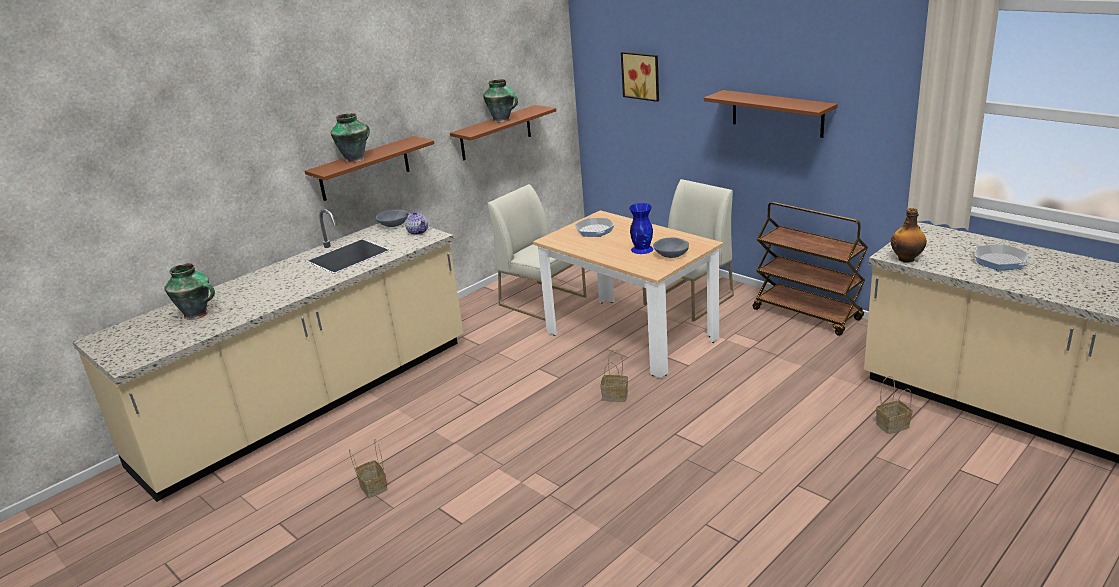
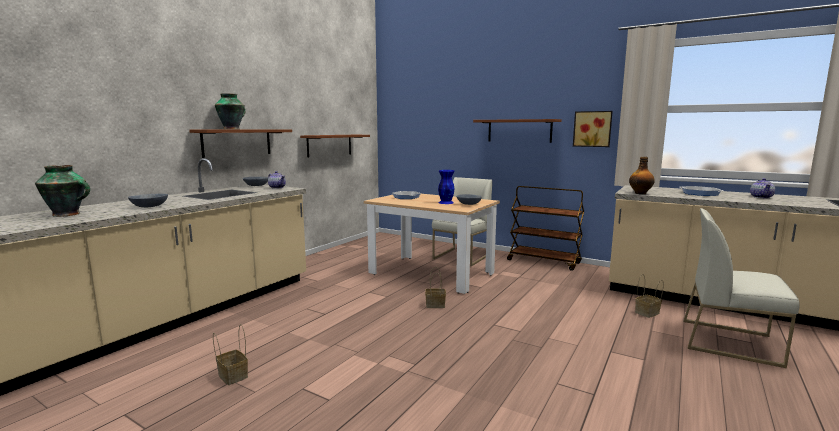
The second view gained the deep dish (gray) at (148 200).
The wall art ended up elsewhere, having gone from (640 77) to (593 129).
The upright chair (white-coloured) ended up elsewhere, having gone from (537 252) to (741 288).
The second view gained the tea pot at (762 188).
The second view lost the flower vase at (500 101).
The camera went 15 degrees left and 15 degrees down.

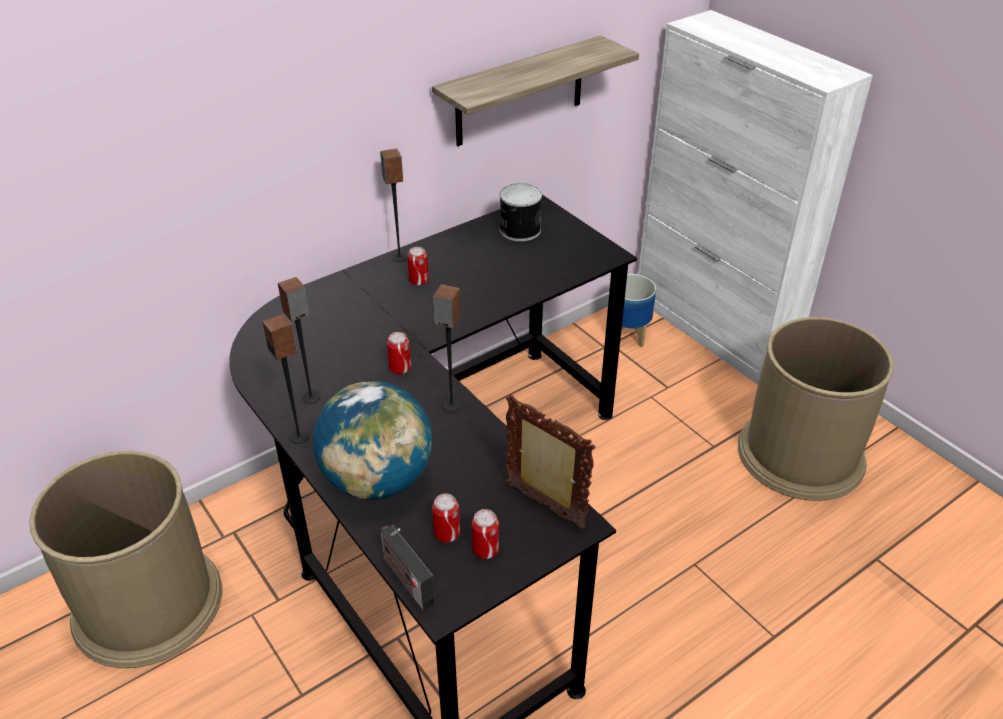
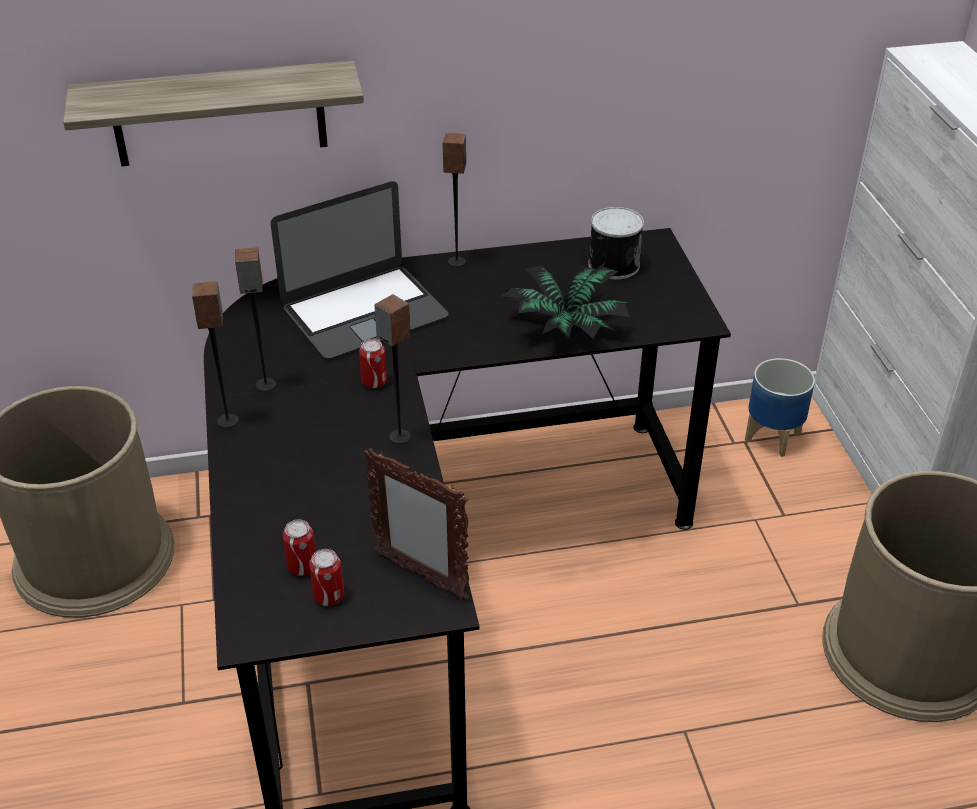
The wall shelf ended up elsewhere, having gone from (535 91) to (213 113).
The second view gained the portable computer at (360 270).
The standing frame at (551 461) ended up facing another way, 150 degrees clockwise from before.
The second view gained the houseplant at (567 300).
The second view lost the globe at (372 440).
The second view lost the radio at (408 568).
The second view lost the can at (418 266).
The camera went 25 degrees right and 0 degrees up.

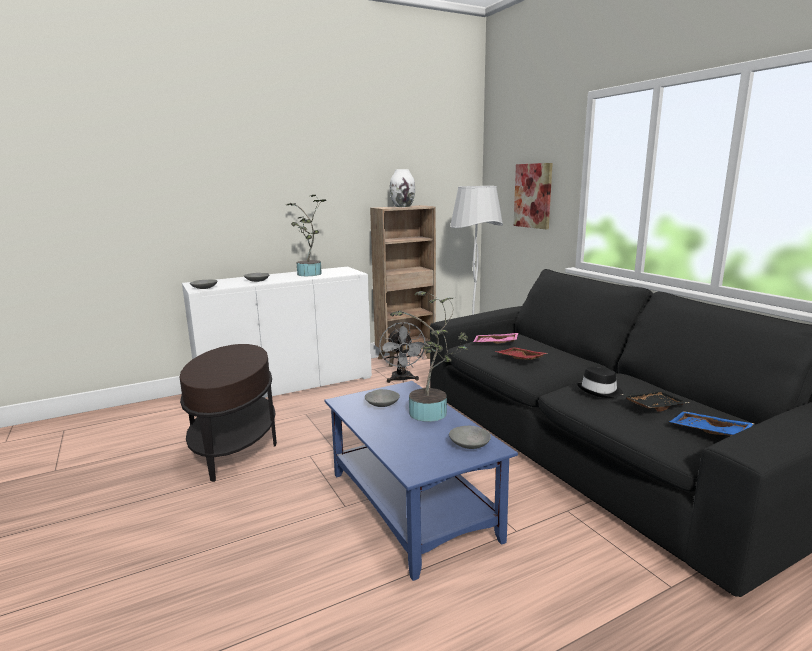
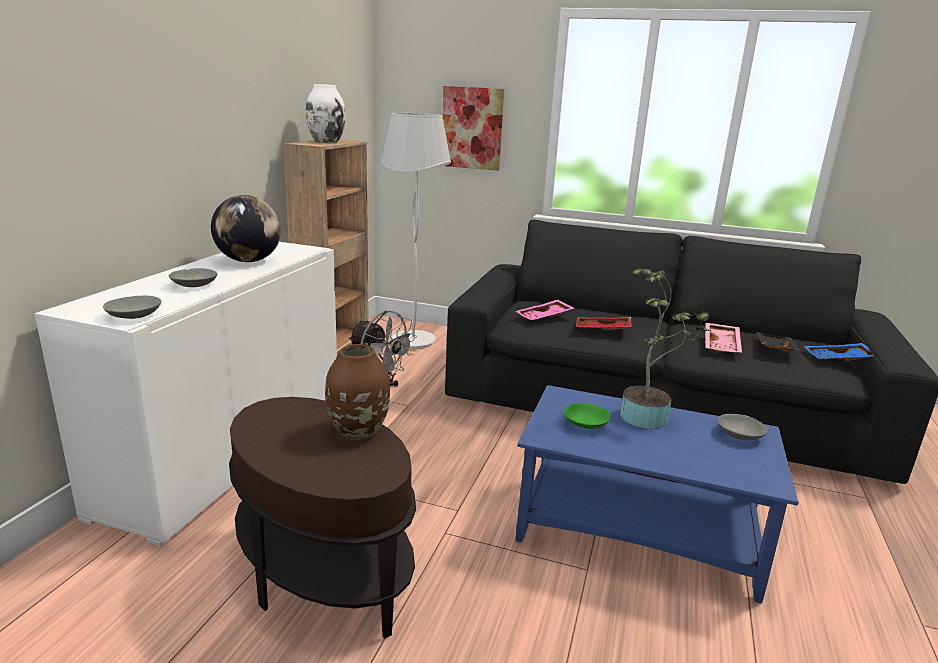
Where the houseplant stood at (305 235), the globe came to stand at (246 228).
The second view gained the flower vase (brownish) at (357 392).
What was the deep dish (gray) at (382 398) turned into the deep dish (greenish) at (587 416).
Where the wearable hat (black) stood at (600 382), the tray (pink) came to stand at (723 338).
The camera went 45 degrees left and 5 degrees up.

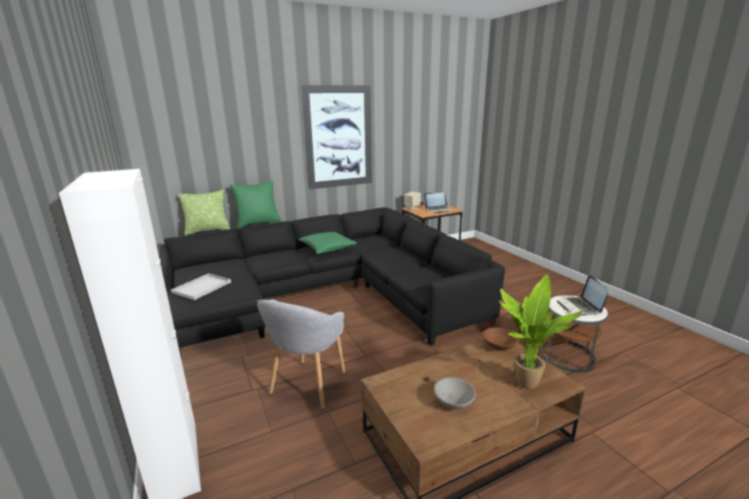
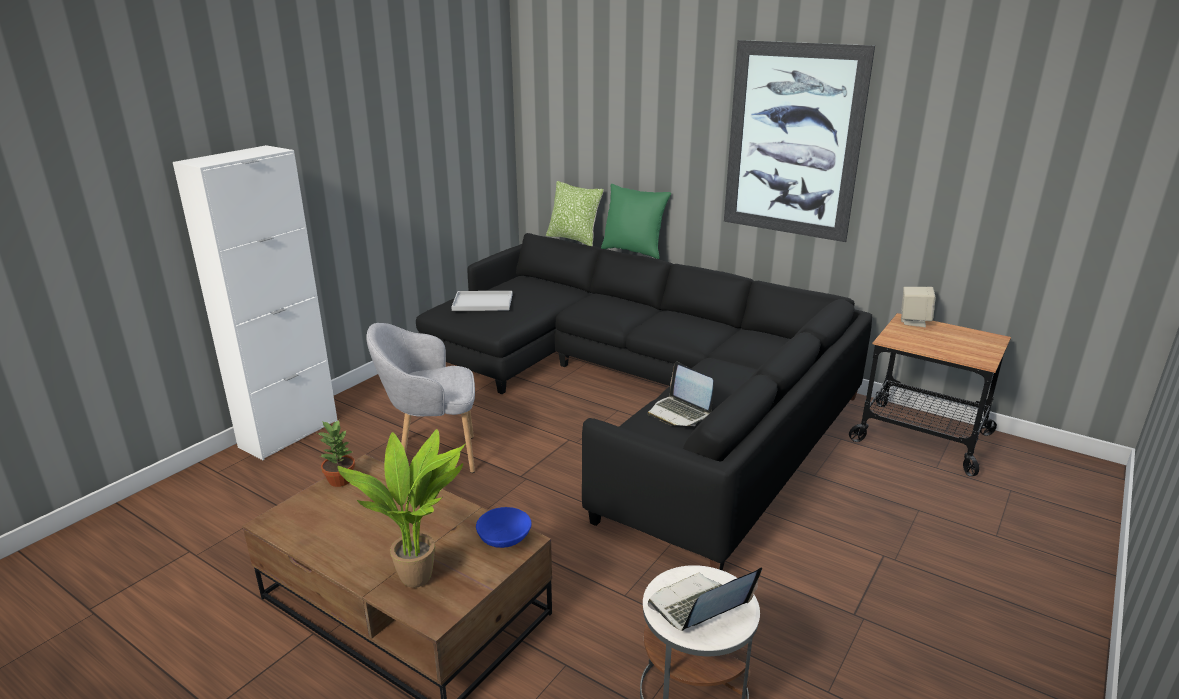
The second view gained the houseplant at (336 453).
What was the deep dish (brownish) at (500 338) turned into the deep dish (bluish) at (504 527).
The portable computer ended up elsewhere, having gone from (438 202) to (681 394).
The second view lost the throw pillow (greenish) at (328 243).
The second view lost the deep dish (gray) at (454 393).
The camera went 60 degrees right and 5 degrees up.

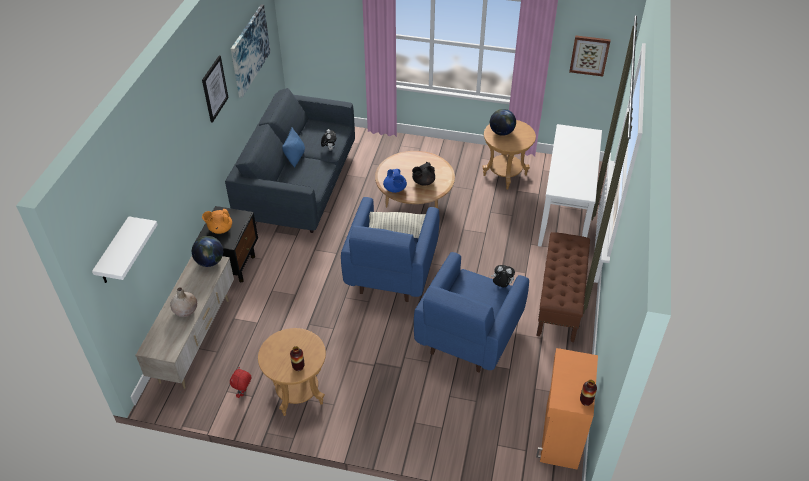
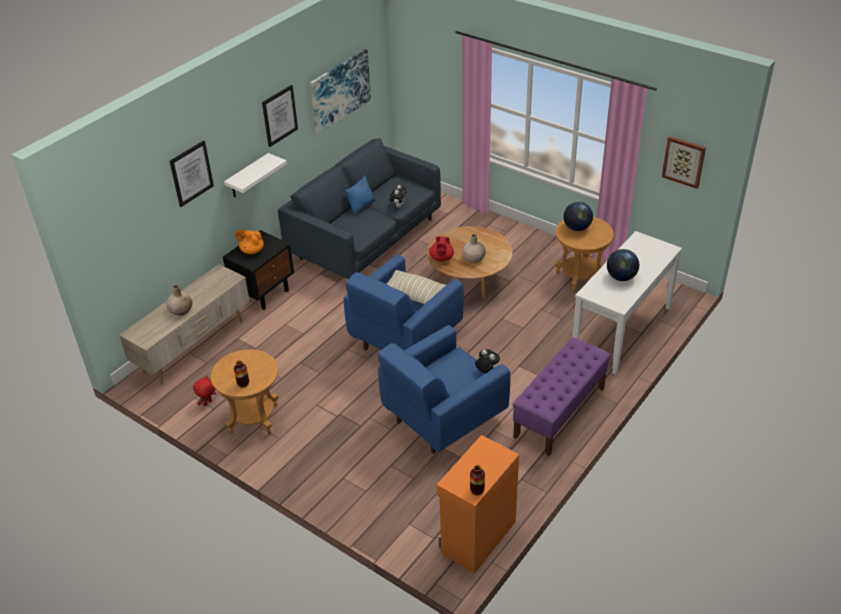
The second view gained the wall art at (191 173).
The wall shelf (white-coloured) ended up elsewhere, having gone from (125 249) to (255 175).
What was the tea pot (bluish) at (395 181) turned into the tea pot (reddish) at (441 248).
Where the tea pot (black) stood at (423 174), the flower vase (beige) came to stand at (474 248).
What was the long seat (brownish) at (563 287) turned into the long seat (purplish) at (562 396).
The globe ended up elsewhere, having gone from (207 251) to (623 265).
The camera went 25 degrees right and 5 degrees down.

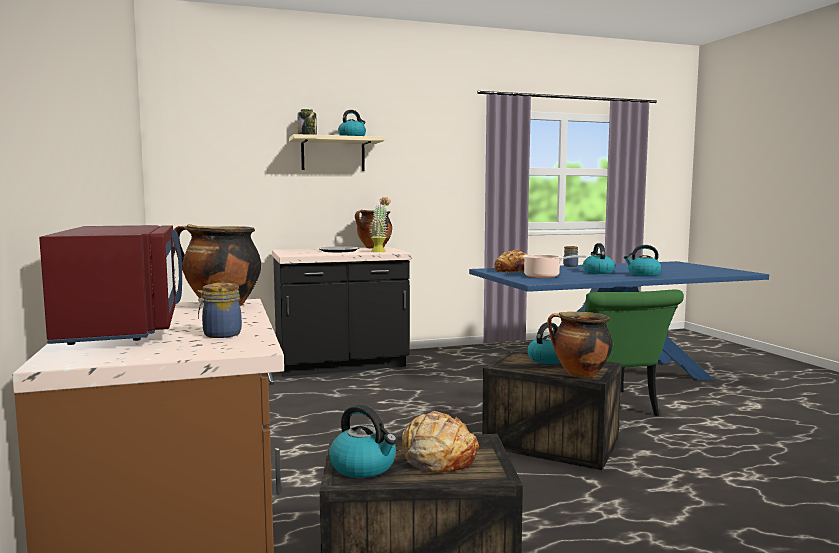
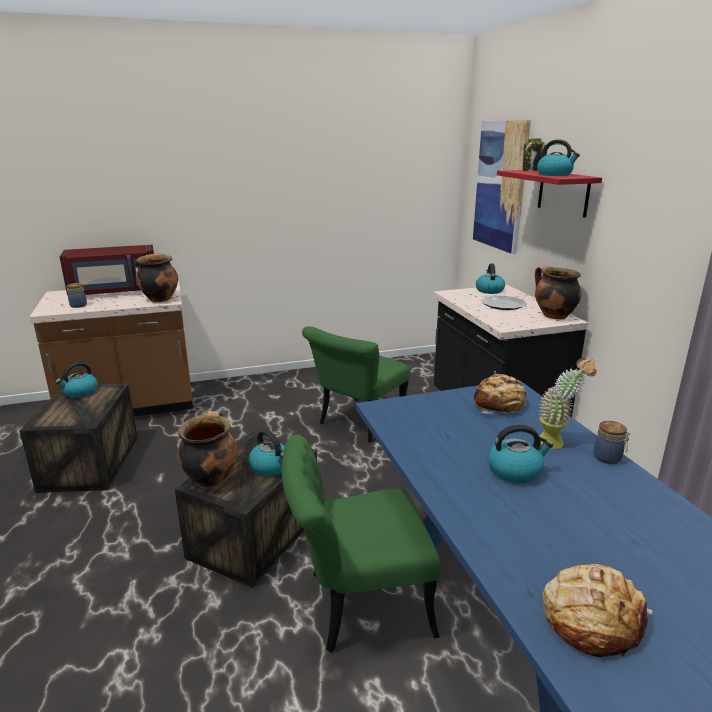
The second view gained the upright chair (greenish) at (356 384).
The second view gained the wall art at (502 187).
The water kettle ended up elsewhere, having gone from (643 261) to (490 279).
What was the wall shelf (beige) at (337 152) turned into the wall shelf (reddish) at (549 194).
The houseplant ended up elsewhere, having gone from (380 224) to (567 403).
The baked bread ended up elsewhere, having gone from (439 442) to (597 610).
The second view lost the stockpot at (555 266).
The camera went 90 degrees right and 15 degrees up.

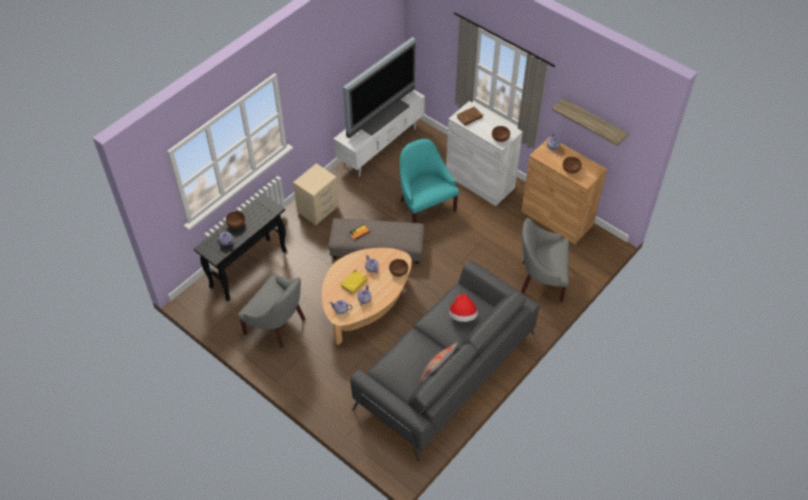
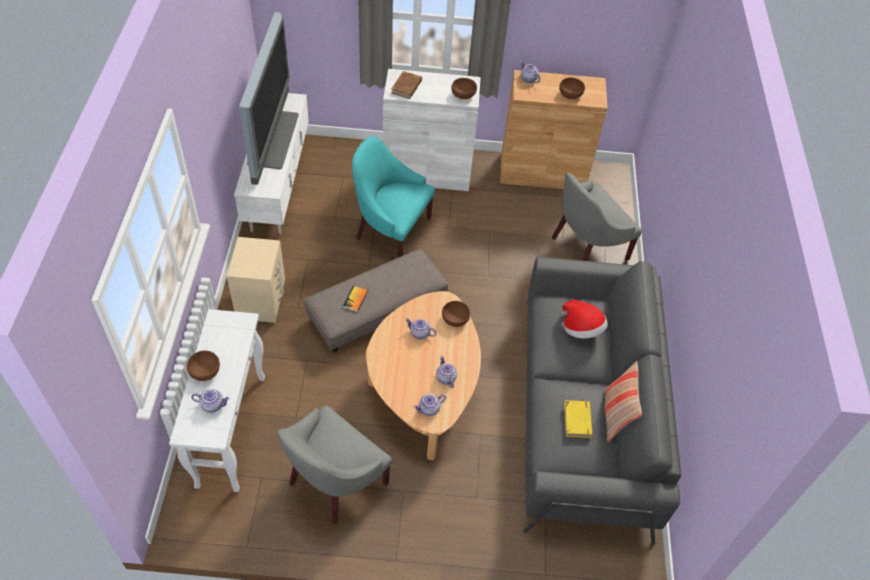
What was the console table (black) at (240 247) turned into the console table (white-coloured) at (217 400).
The lounge chair (gray) at (271 311) ended up facing another way, 135 degrees clockwise from before.
The volume (yellow) ended up elsewhere, having gone from (354 281) to (578 418).
The second view lost the wall shelf at (590 122).
The camera went 40 degrees left and 0 degrees up.

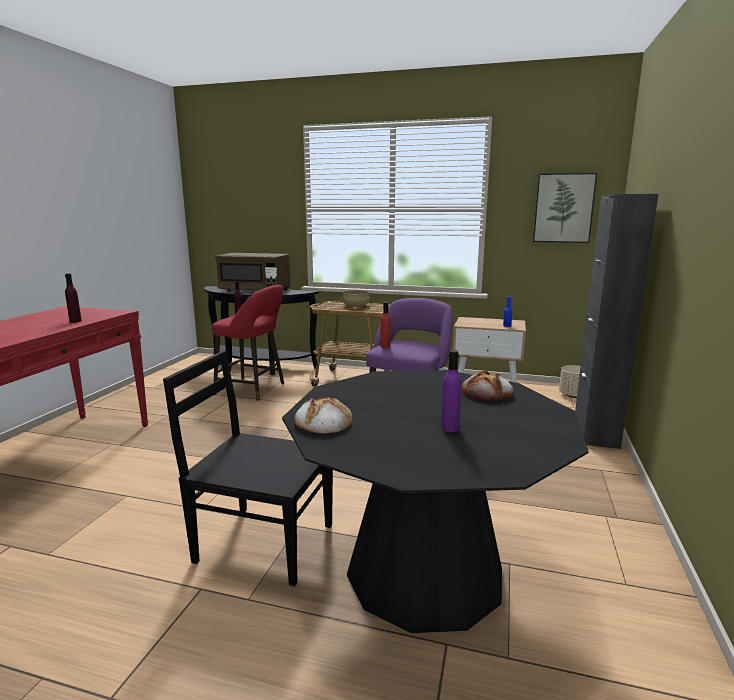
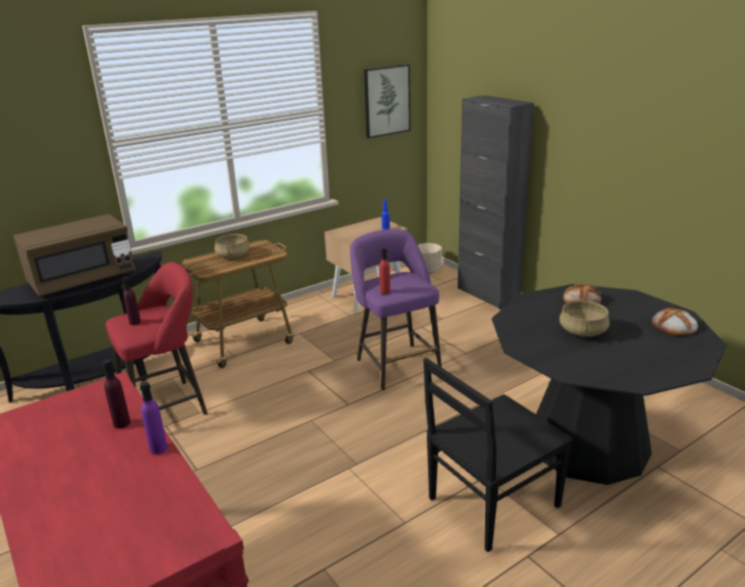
The drink bottle (purplish) ended up elsewhere, having gone from (451 391) to (154 418).
The second view gained the stockpot (beige) at (584 318).
The baked bread ended up elsewhere, having gone from (323 415) to (675 322).
The camera went 50 degrees left and 10 degrees up.

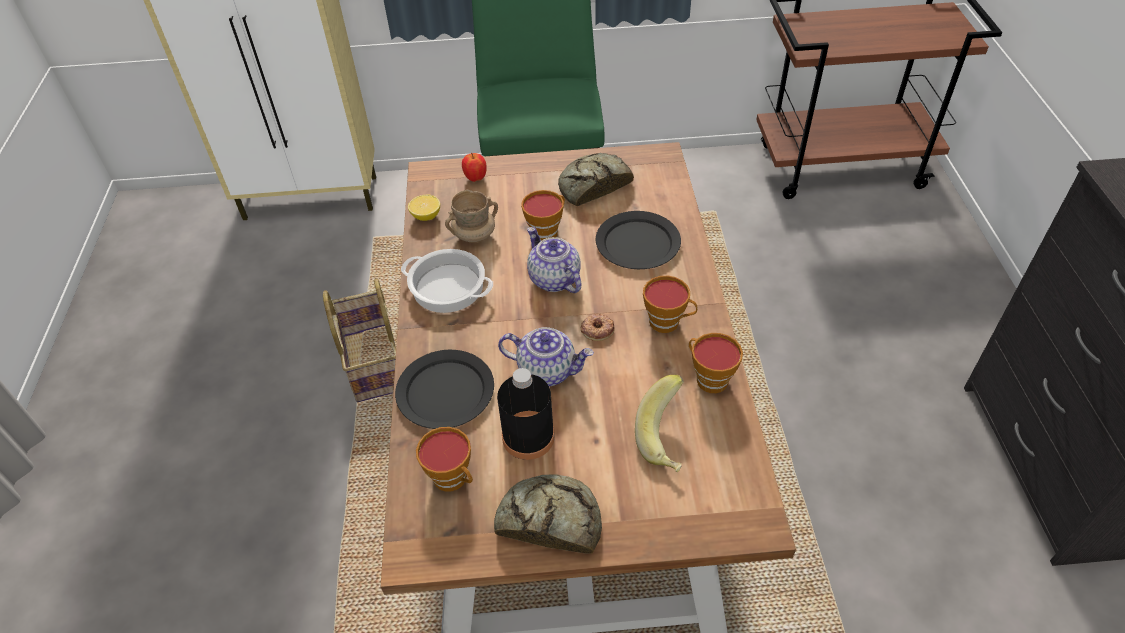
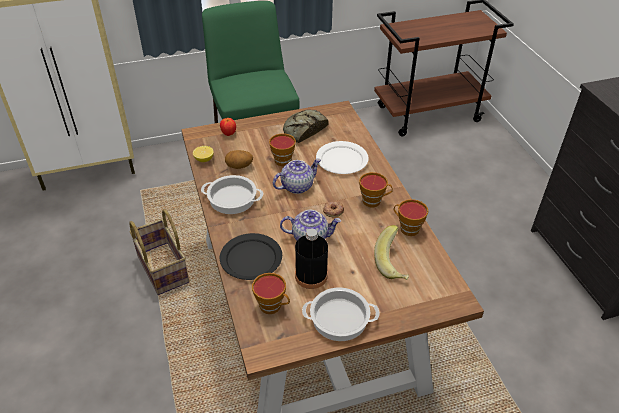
Where the tea mug (beige) stood at (471 216), the potato came to stand at (239 159).
The tea pot at (554 260) ended up facing another way, 105 degrees clockwise from before.
Where the baked bread stood at (548 514), the stockpot came to stand at (341 314).
What was the flat dish (black) at (638 240) turned into the flat dish (white-coloured) at (342 157).
The camera went 15 degrees left and 5 degrees down.

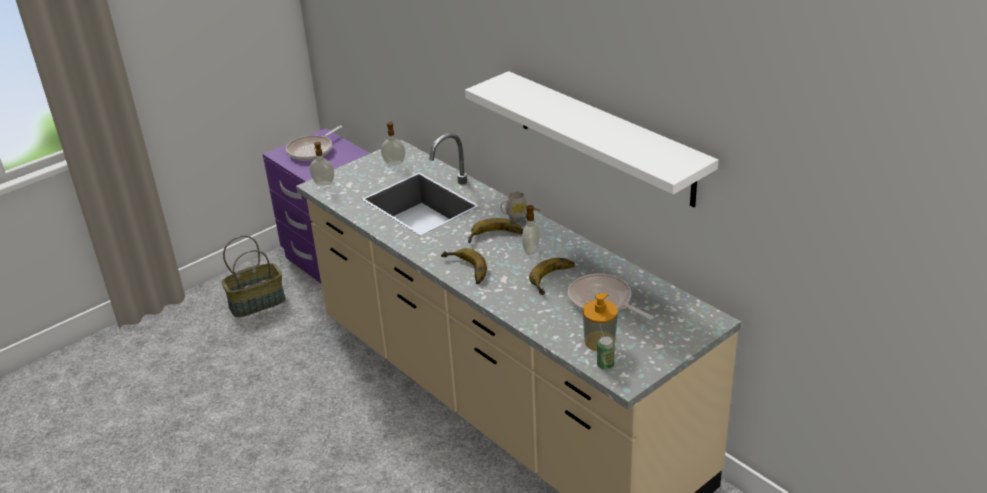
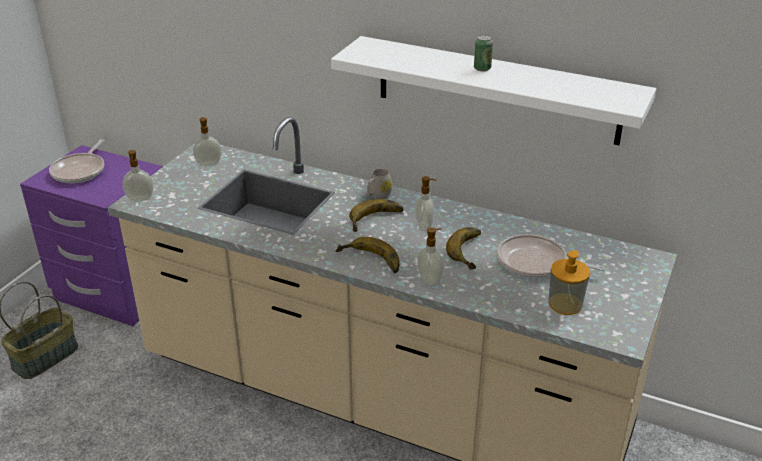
The second view gained the soap bottle at (430 256).
The can ended up elsewhere, having gone from (606 353) to (483 53).
The camera went 25 degrees left and 0 degrees up.

